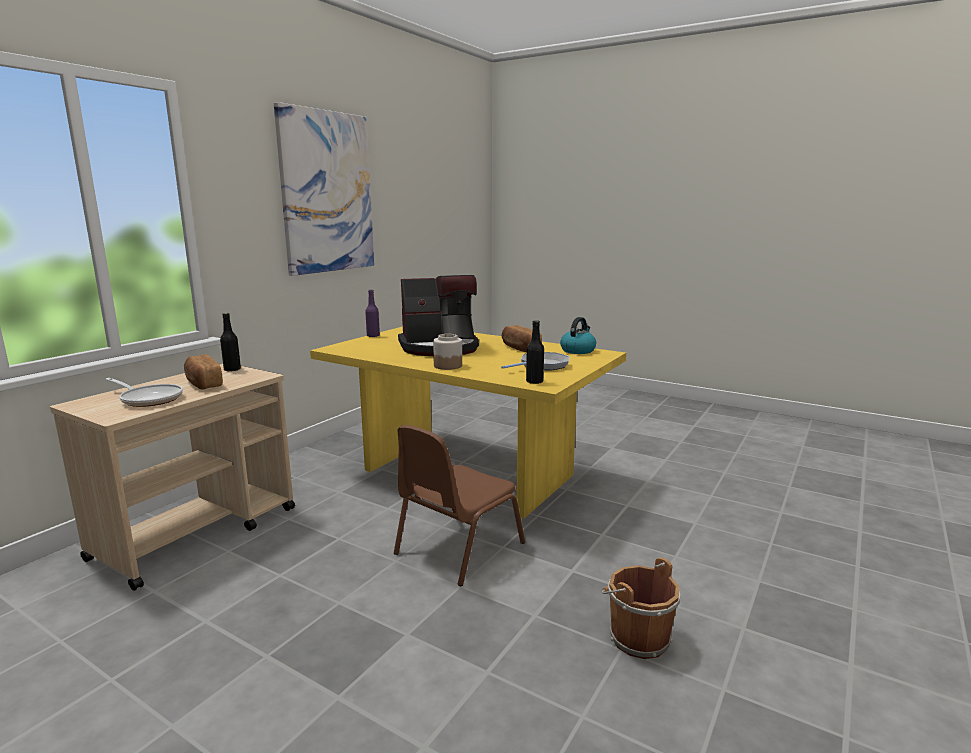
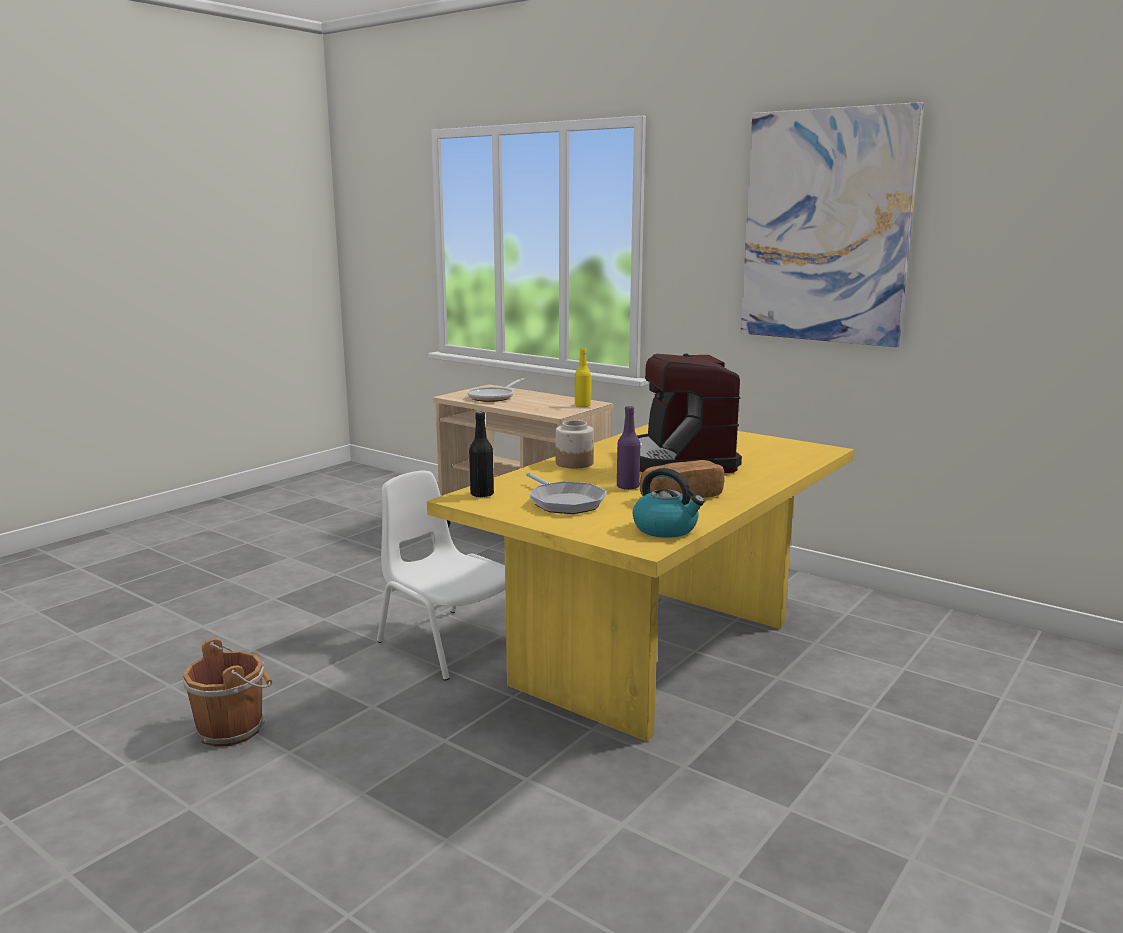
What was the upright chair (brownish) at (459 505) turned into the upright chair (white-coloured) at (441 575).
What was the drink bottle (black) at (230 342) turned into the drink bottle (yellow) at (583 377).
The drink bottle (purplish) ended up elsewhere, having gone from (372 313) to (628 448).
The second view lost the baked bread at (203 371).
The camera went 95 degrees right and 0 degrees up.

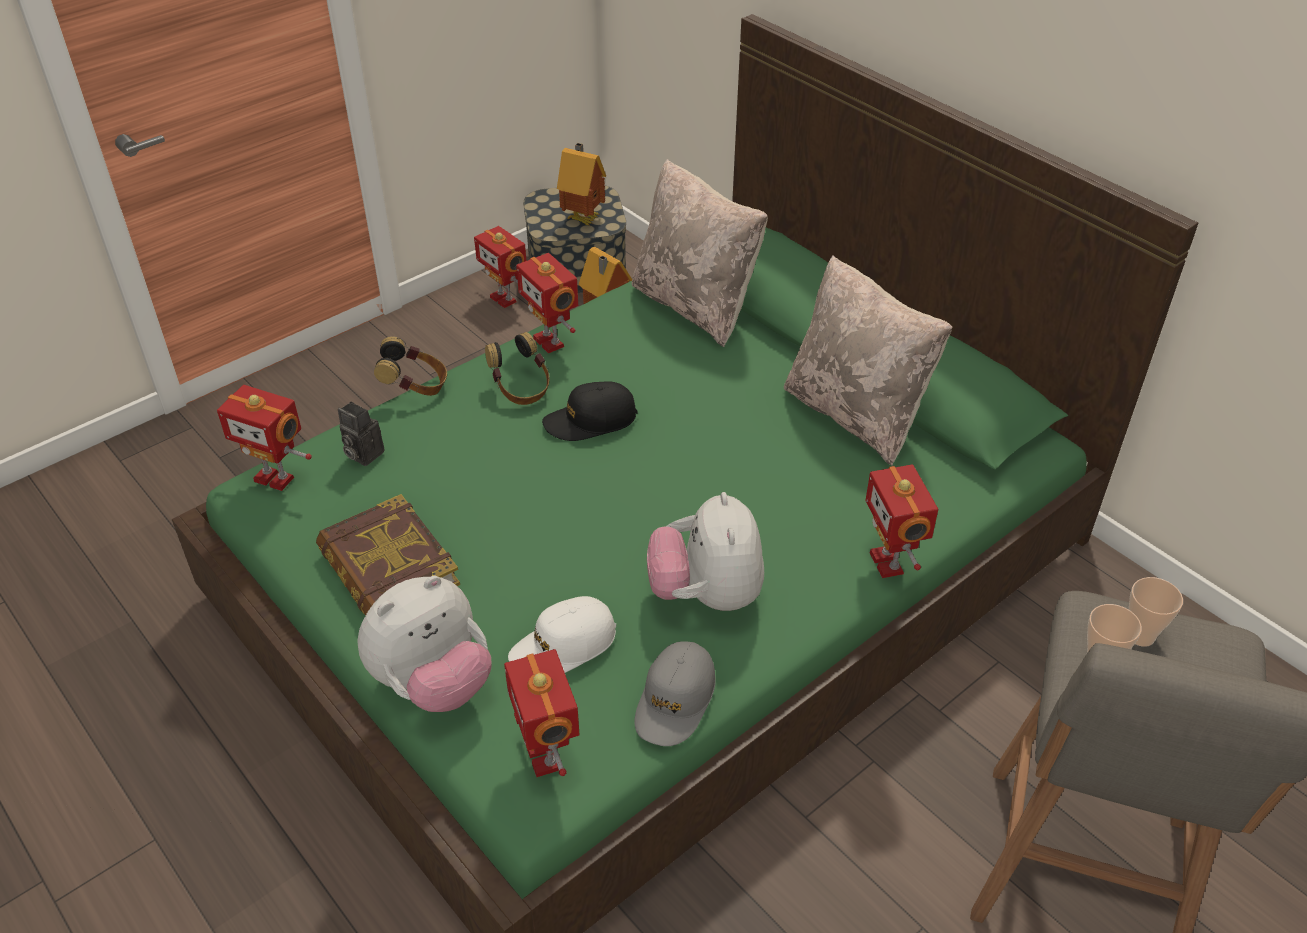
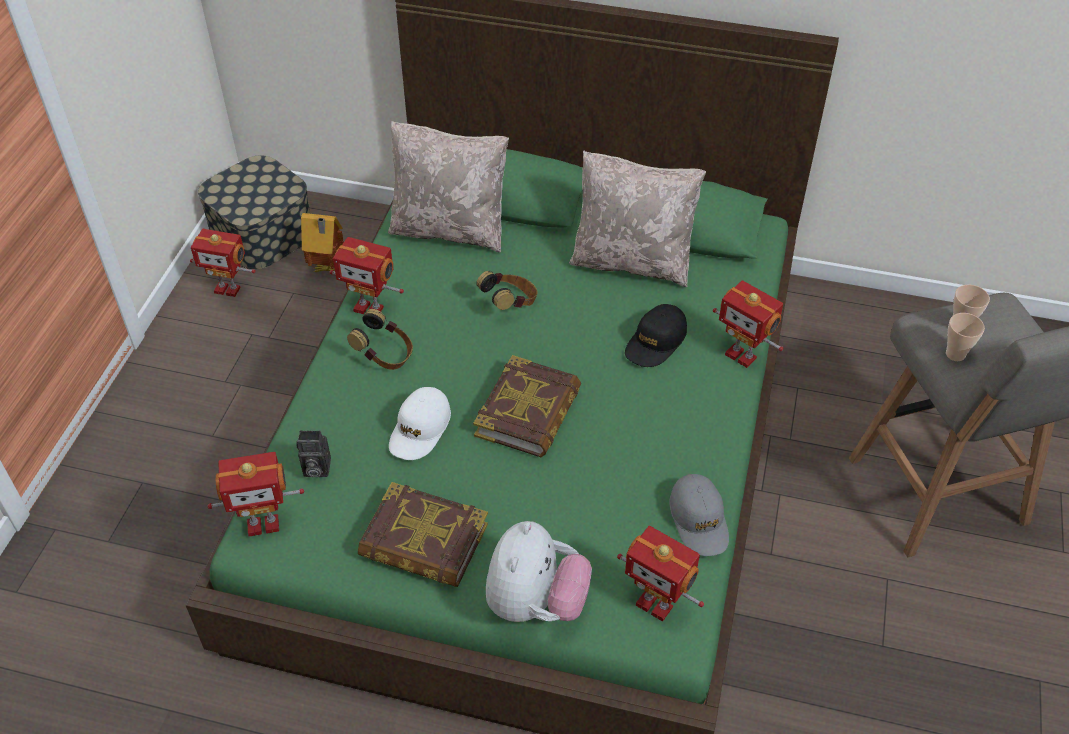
The baseball cap (white-coloured) ended up elsewhere, having gone from (562 634) to (420 423).
The second view gained the volume at (527 406).
The headphones ended up elsewhere, having gone from (410 366) to (507 290).
The baseball cap (black) ended up elsewhere, having gone from (590 411) to (656 335).
The second view lost the toy house at (581 184).
The second view lost the soft toy at (705 551).
The camera went 35 degrees left and 5 degrees up.

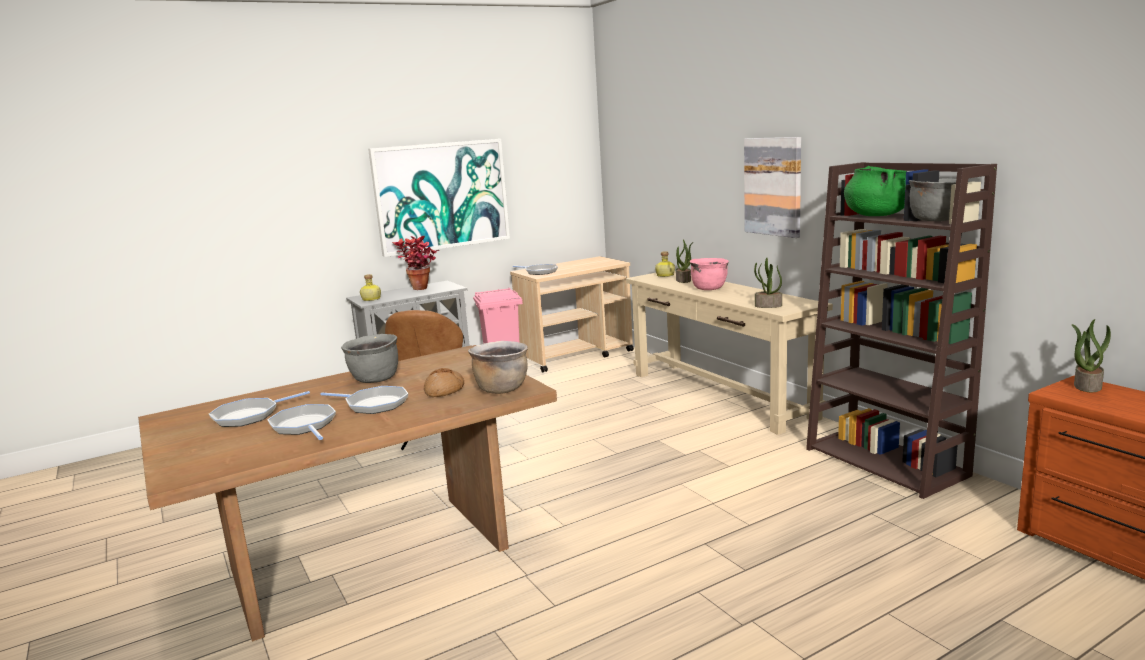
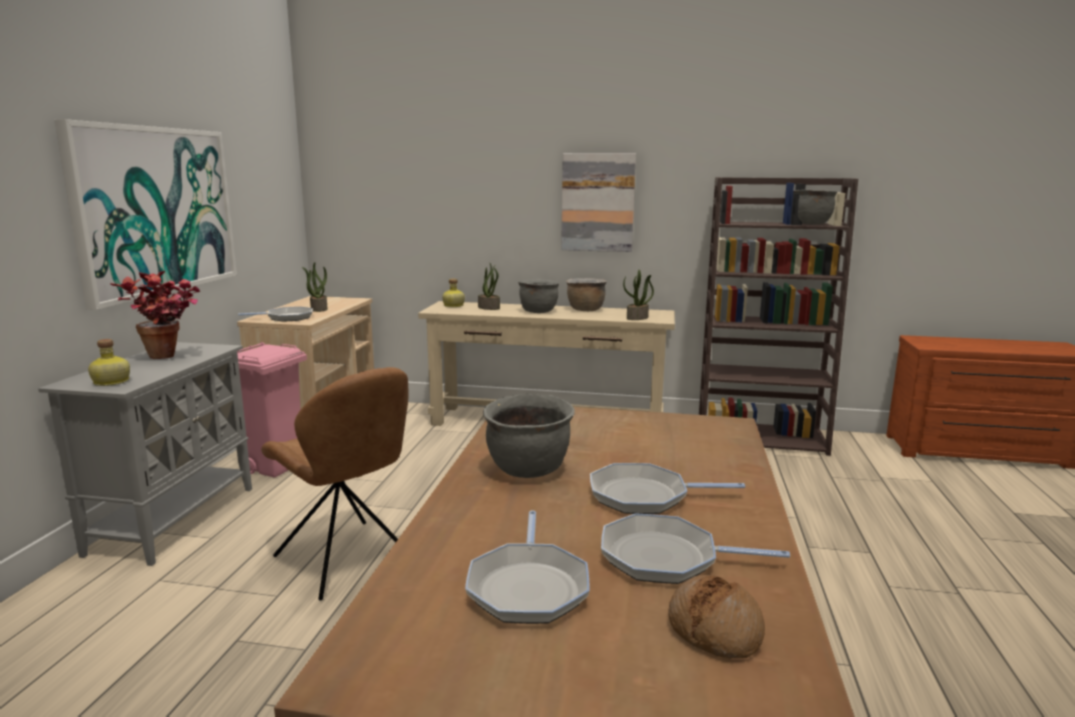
The houseplant ended up elsewhere, having gone from (1091 355) to (315 287).
What was the stockpot (pink) at (709 274) turned into the stockpot (gray) at (539 296).
The stockpot (brownish) ended up elsewhere, having gone from (498 367) to (586 294).
The pan at (364 400) ended up facing another way, 150 degrees counterclockwise from before.
The baked bread ended up elsewhere, having gone from (444 382) to (716 616).
The second view lost the stockpot (greenish) at (875 191).
The camera went 50 degrees left and 0 degrees up.

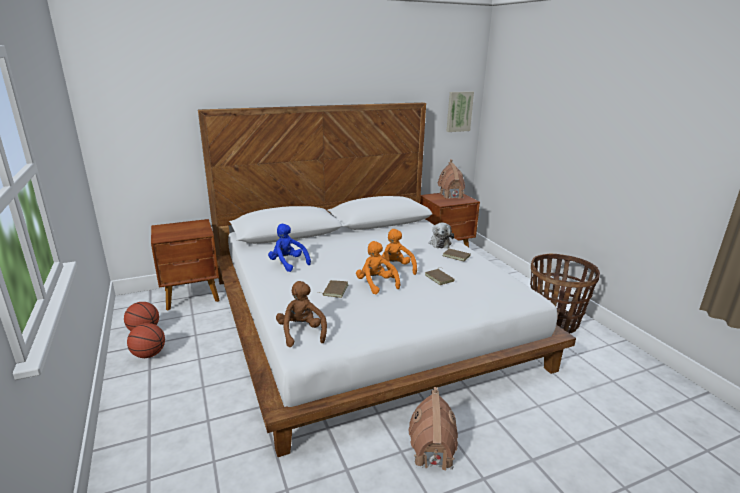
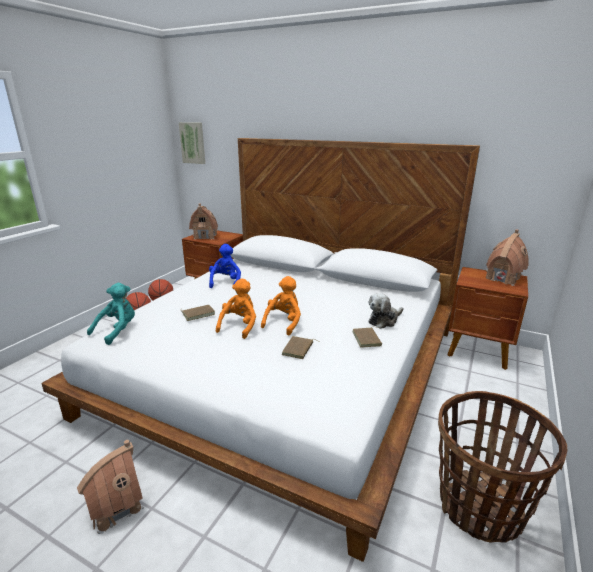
What was the soft toy (brownish) at (301 314) turned into the soft toy (blue-green) at (111 314).
The wall art ended up elsewhere, having gone from (460 111) to (191 143).
The second view gained the toy house at (203 221).
The camera went 50 degrees right and 0 degrees up.

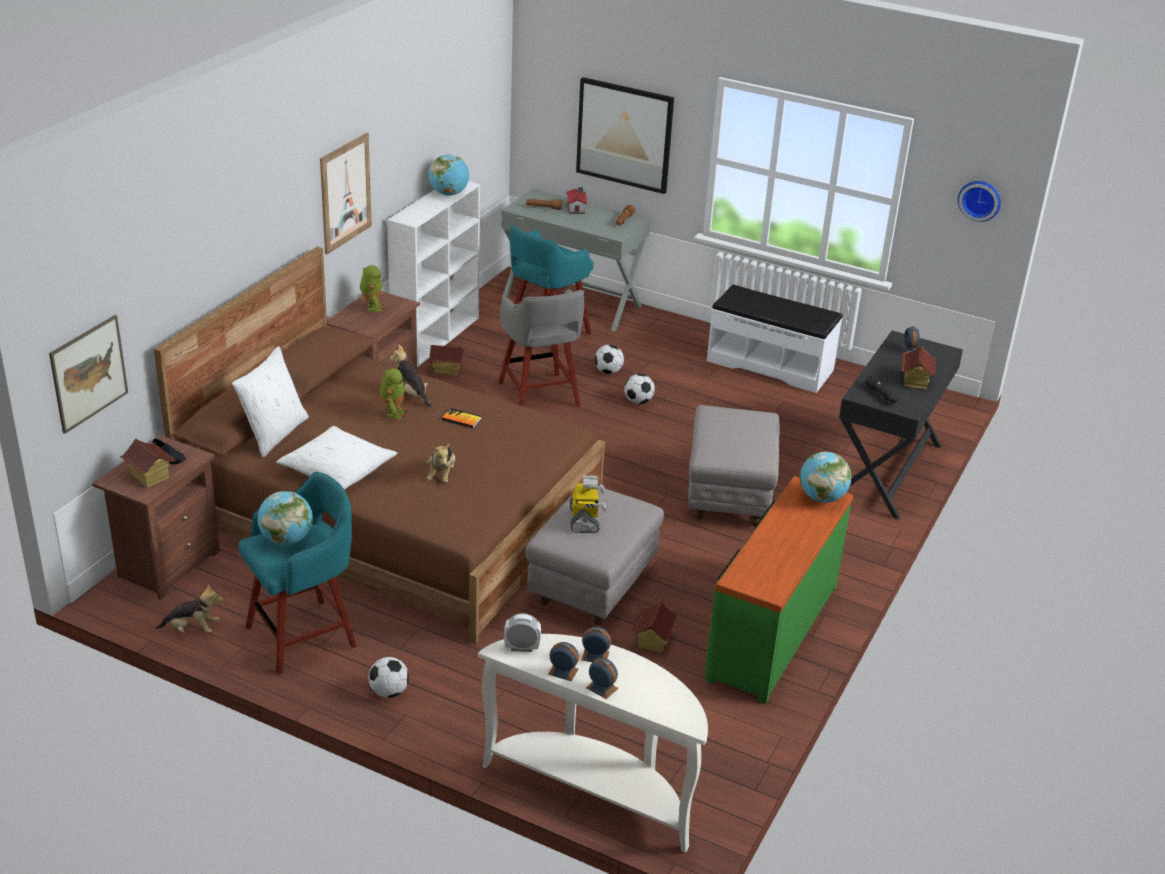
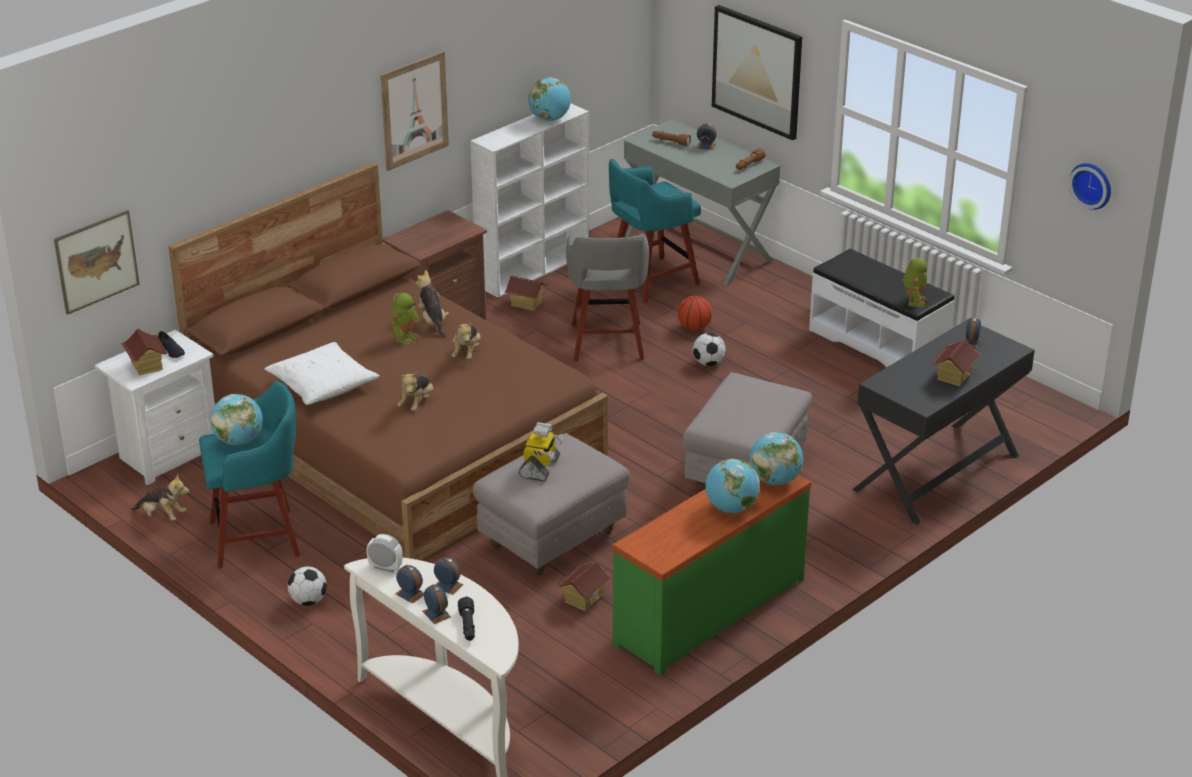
What was the nightstand (brownish) at (156 517) turned into the nightstand (white-coloured) at (155 407).
Where the volume stood at (462 418), the soft toy came to stand at (466 340).
The torch (black) ended up elsewhere, having gone from (881 389) to (466 619).
Where the football ball stood at (609 359), the ball for basketball came to stand at (695 313).
Where the toy house stood at (576 200), the bedside clock came to stand at (707 136).
The second view gained the globe at (732 486).
The toy robot ended up elsewhere, having gone from (372 288) to (915 282).
The second view lost the throw pillow (white-coloured) at (270 402).
The camera went 20 degrees right and 0 degrees up.

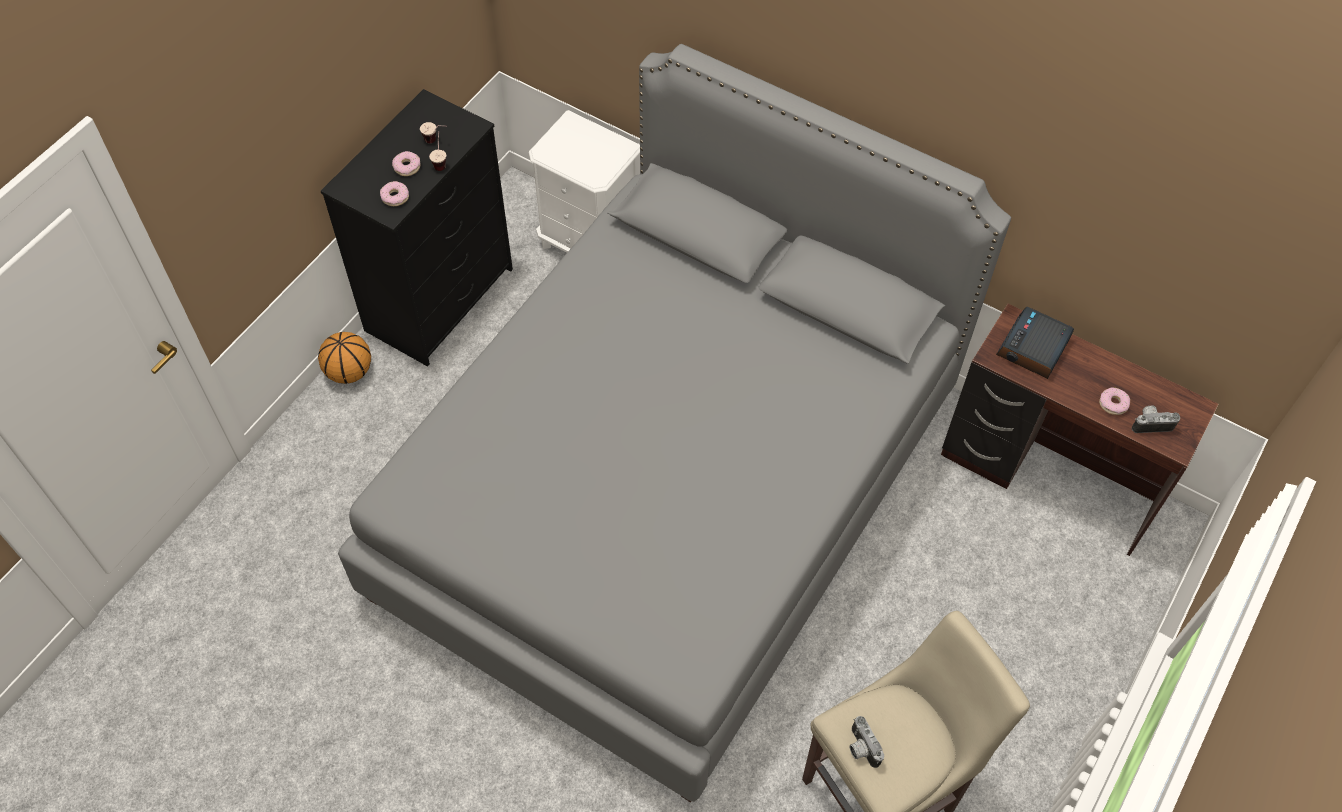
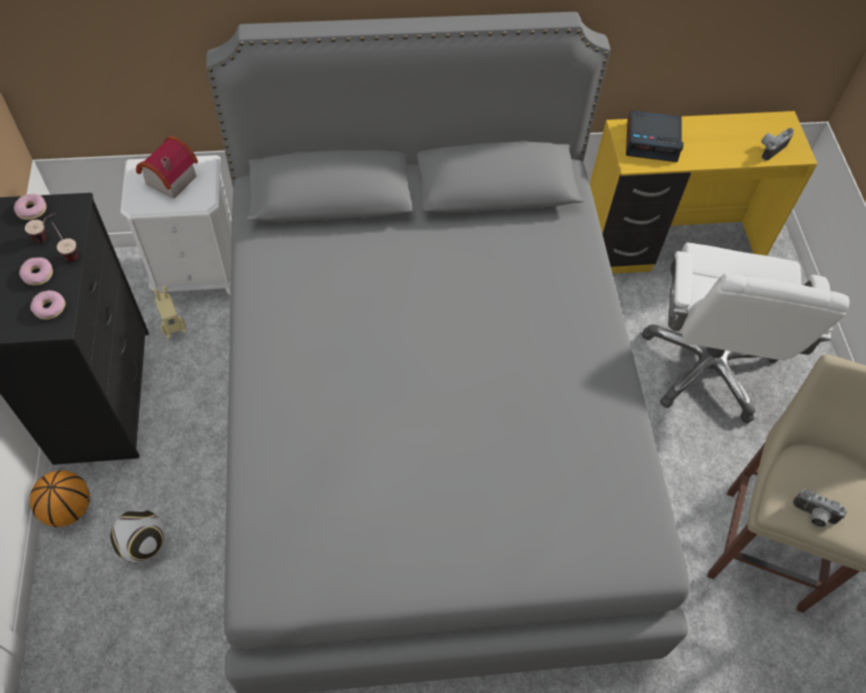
The donut ended up elsewhere, having gone from (1114 401) to (30 207).
The second view gained the football ball at (137 535).
The second view gained the toy house at (167 167).
The second view gained the toy robot at (170 312).
What was the desk unit (brownish) at (1079 430) turned into the desk unit (yellow) at (704 192).
The bedside clock at (1035 343) ended up facing another way, 75 degrees counterclockwise from before.
The second view gained the computer chair (white-coloured) at (746 333).
The camera went 40 degrees left and 0 degrees up.

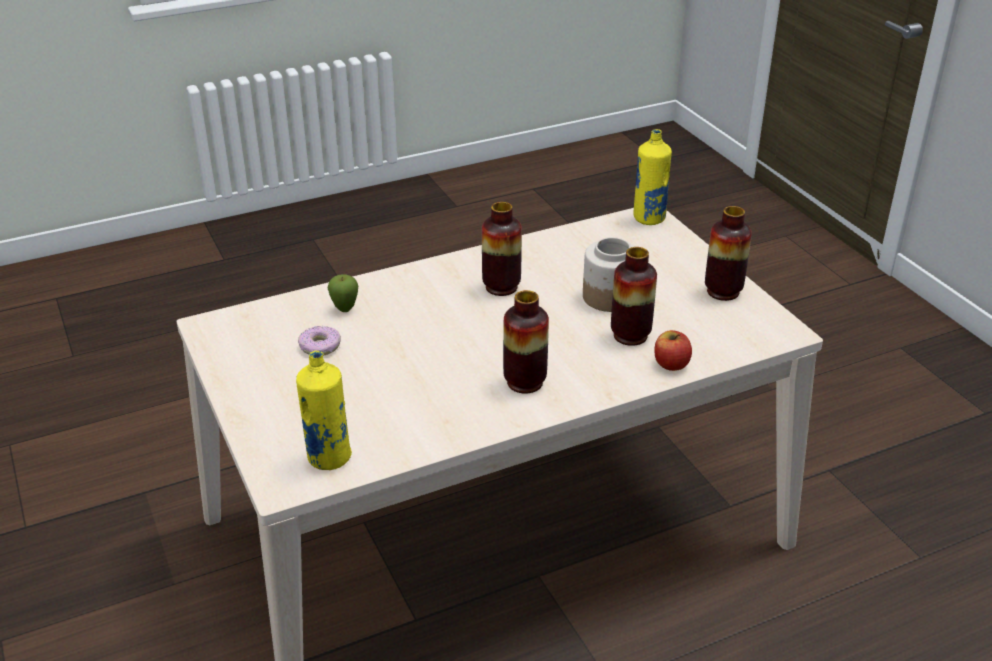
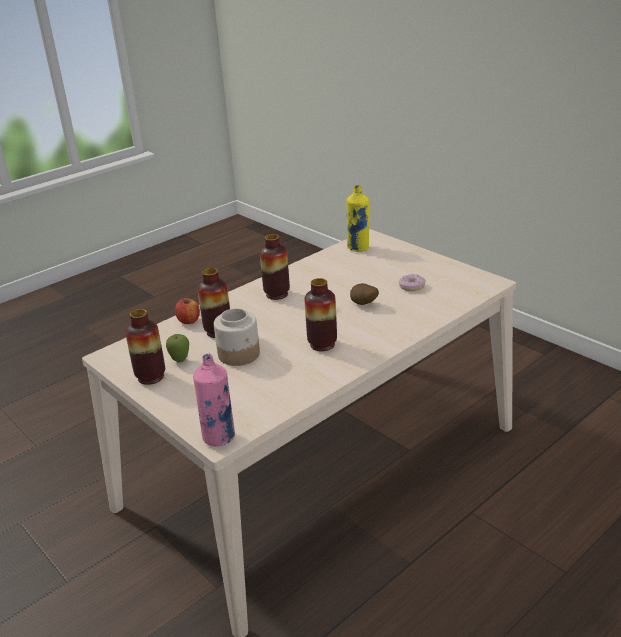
The apple ended up elsewhere, having gone from (342 293) to (177 348).
What was the drink bottle (yellow) at (652 177) turned into the drink bottle (pink) at (214 400).
The second view gained the potato at (364 294).
The camera went 165 degrees right and 5 degrees down.

